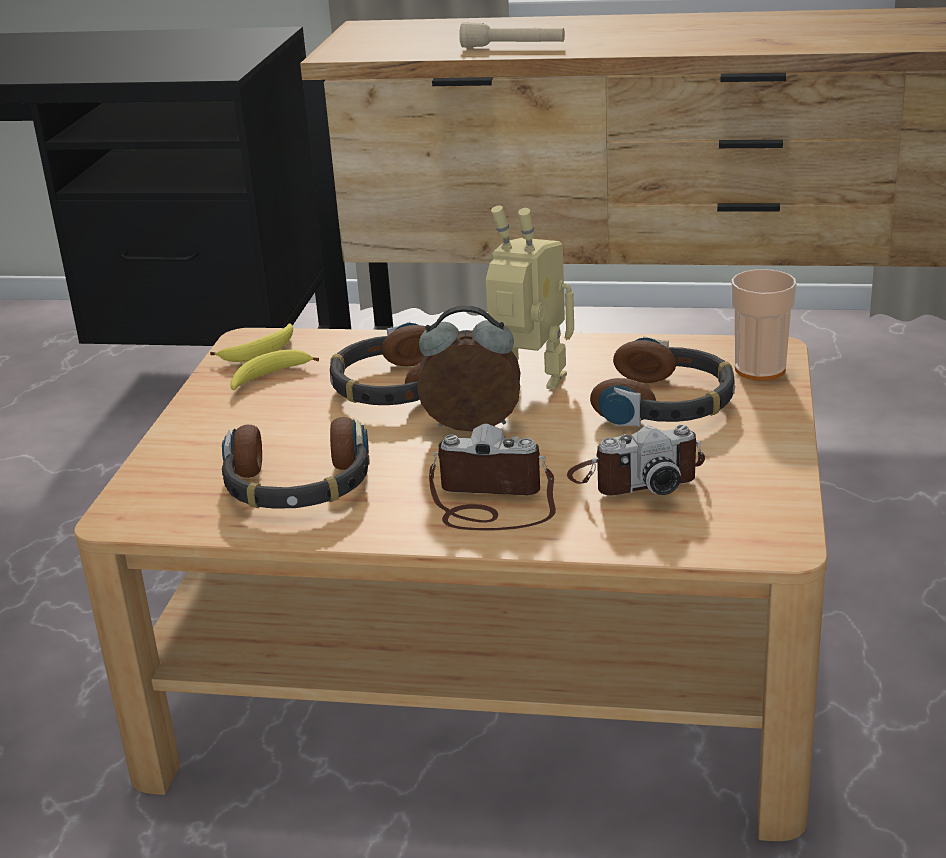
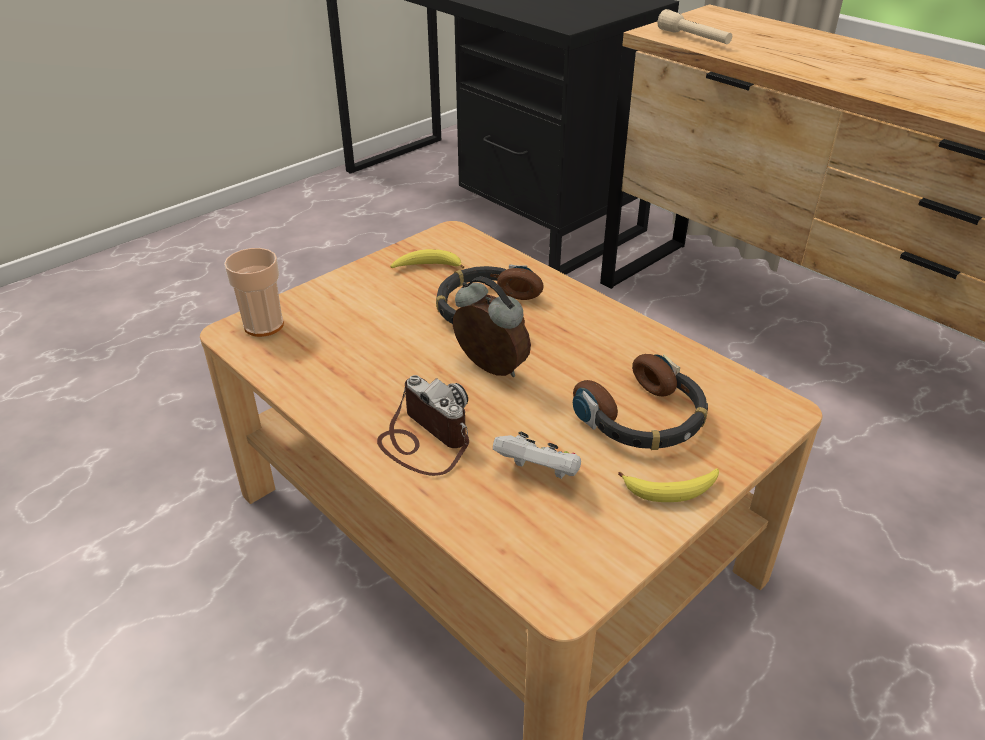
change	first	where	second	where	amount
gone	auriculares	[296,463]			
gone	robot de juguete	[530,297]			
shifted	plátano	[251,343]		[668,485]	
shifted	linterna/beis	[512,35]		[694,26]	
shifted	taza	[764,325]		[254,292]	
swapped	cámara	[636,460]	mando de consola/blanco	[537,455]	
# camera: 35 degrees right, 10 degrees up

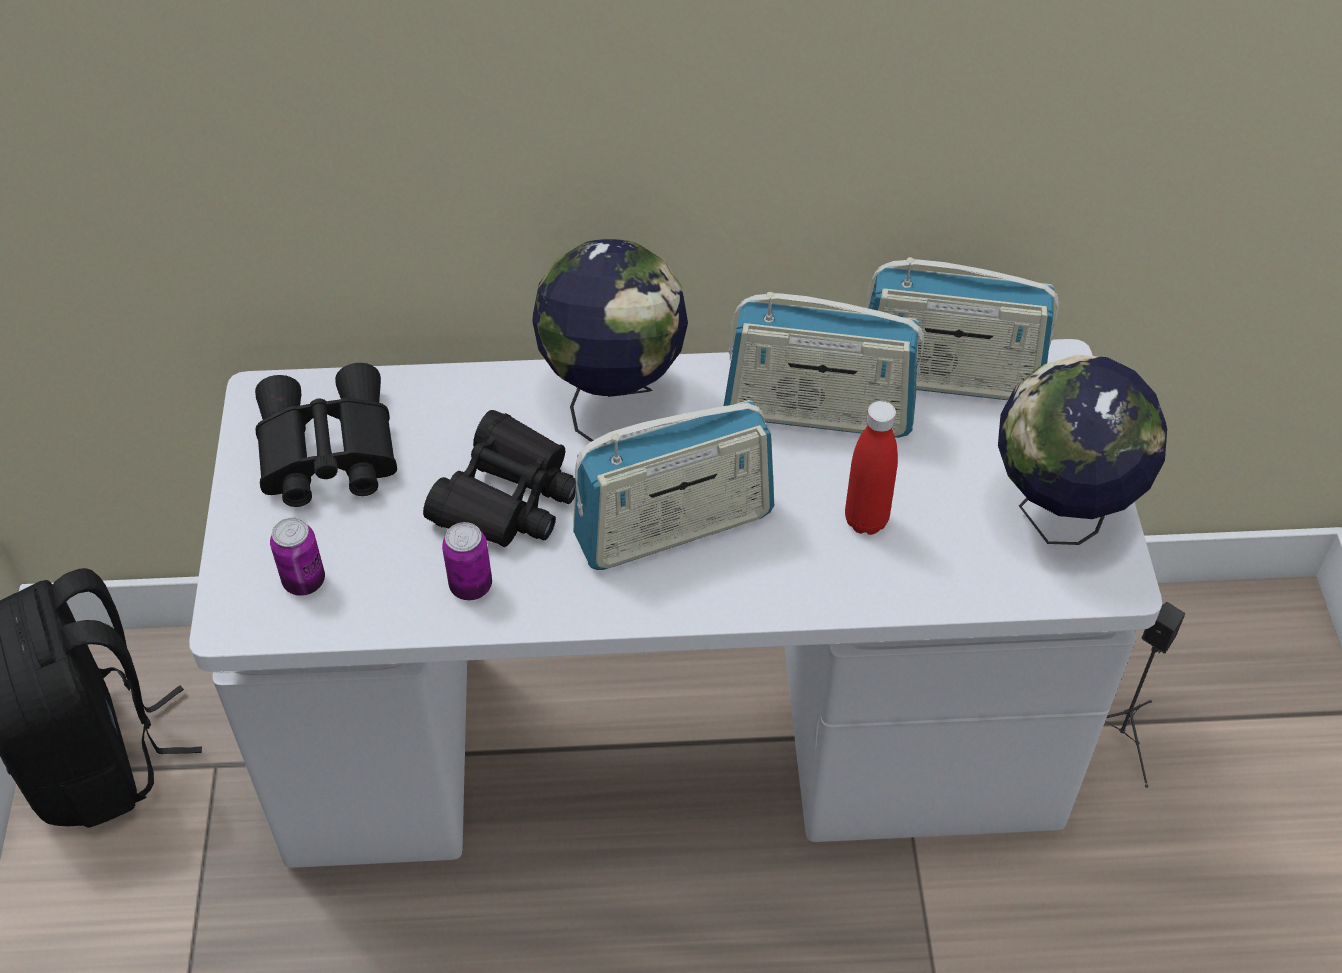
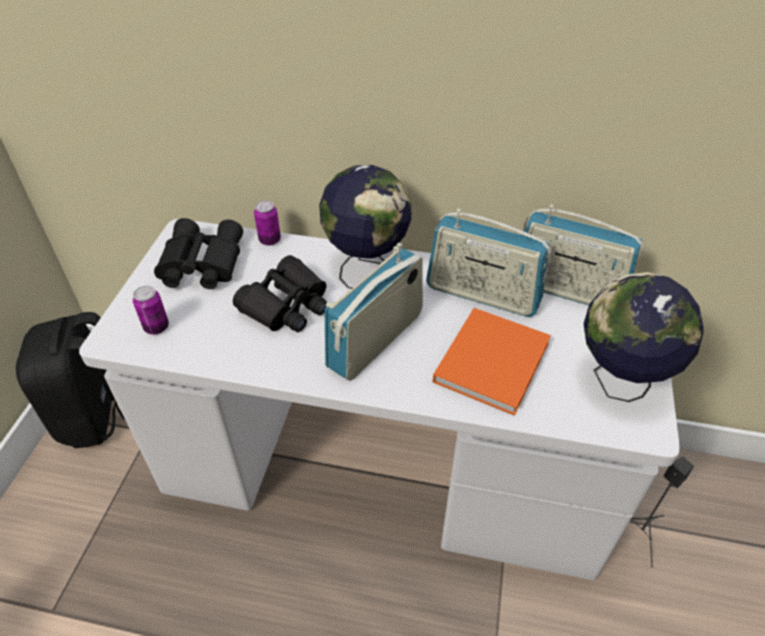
change	first	where	second	where	amount
shifted	lata	[467,561]		[267,223]	
swapped	botella/rojo	[871,468]	libro/naranja	[492,362]	
rotated	radio	[673,485]		[373,312]	135 degrees clockwise
# camera: 15 degrees right, 5 degrees down

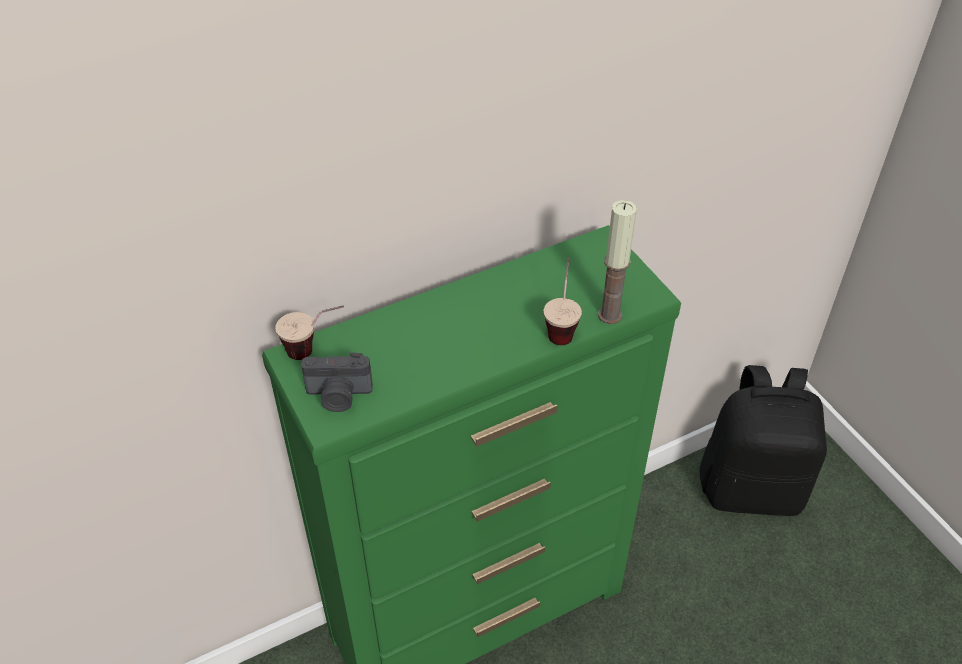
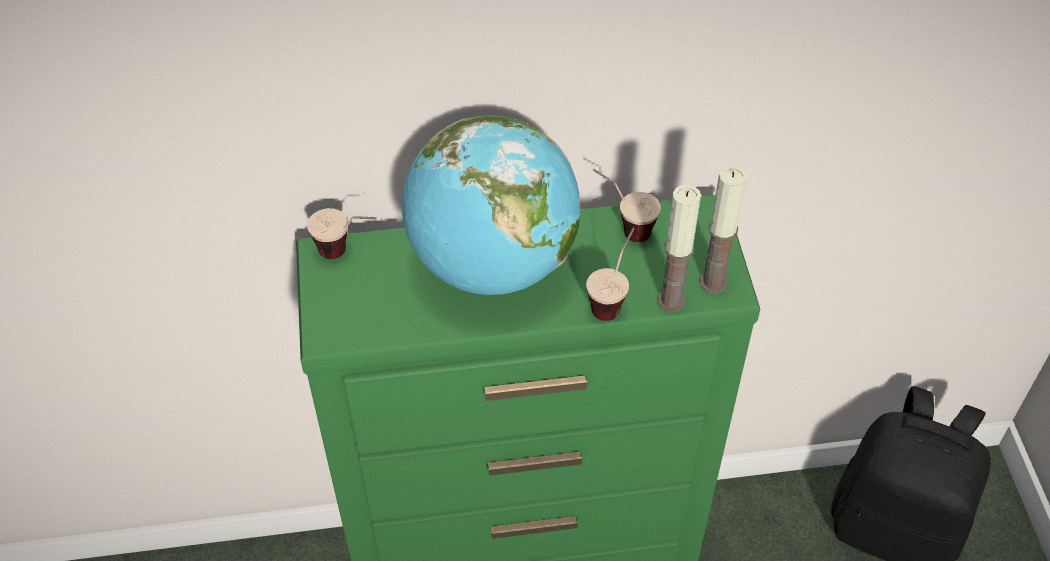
change	first	where	second	where	amount
gone	cámara	[337,382]			
new			globo terráqueo	[491,205]	
new			taza	[627,205]	
new			vela	[723,229]	
# camera: 20 degrees right, 5 degrees up

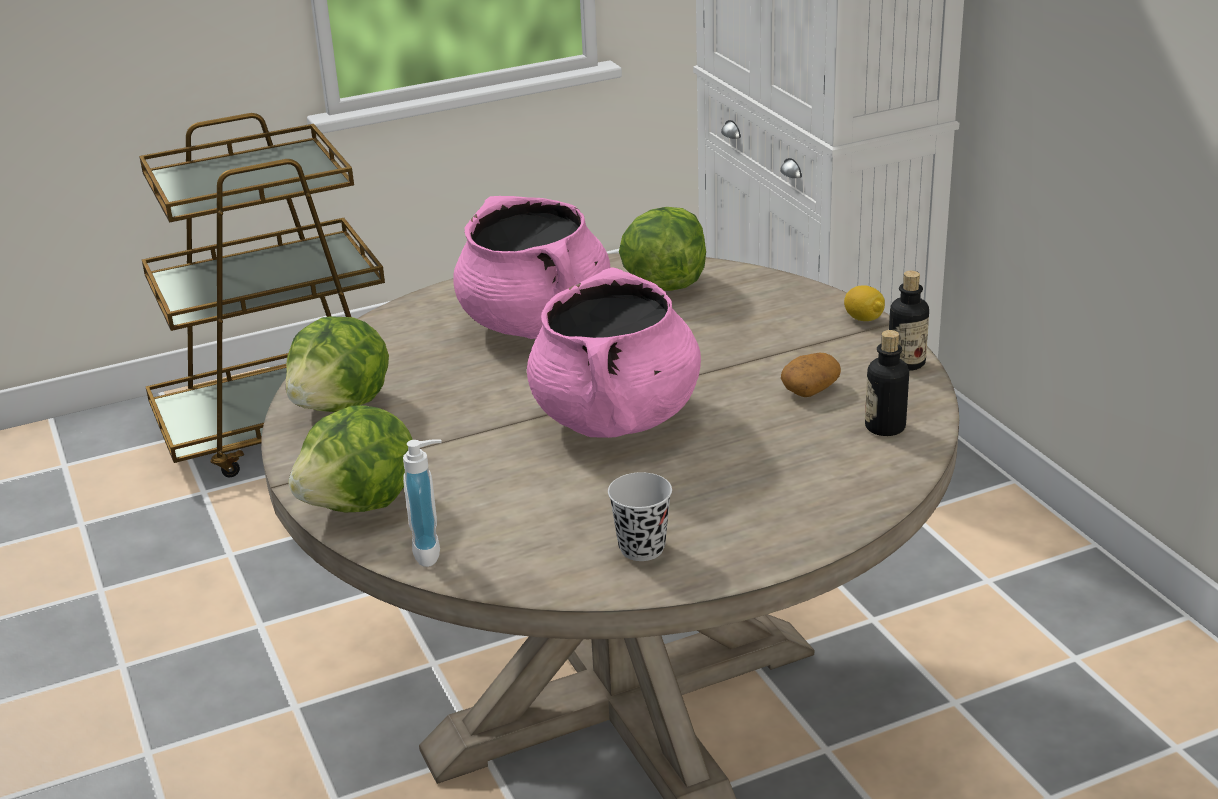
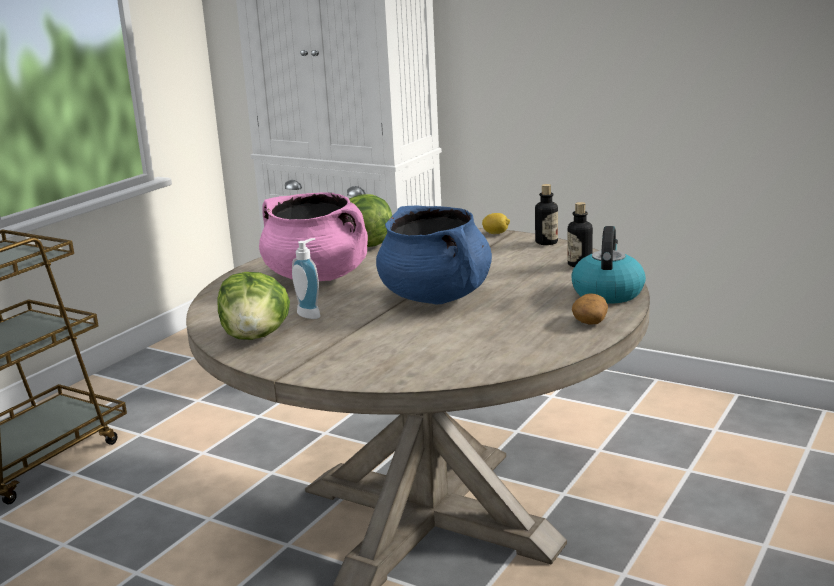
change	first	where	second	where	amount
gone	lechuga	[350,458]			
gone	taza/negro	[640,516]			
new			hervidor	[608,265]	
shifted	dispensador de jabón	[422,503]		[306,278]	
shifted	patata	[811,375]		[590,309]	
repainted	olla/rosa	[614,352]	olla/azul	[434,255]	
# camera: 35 degrees left, 10 degrees down

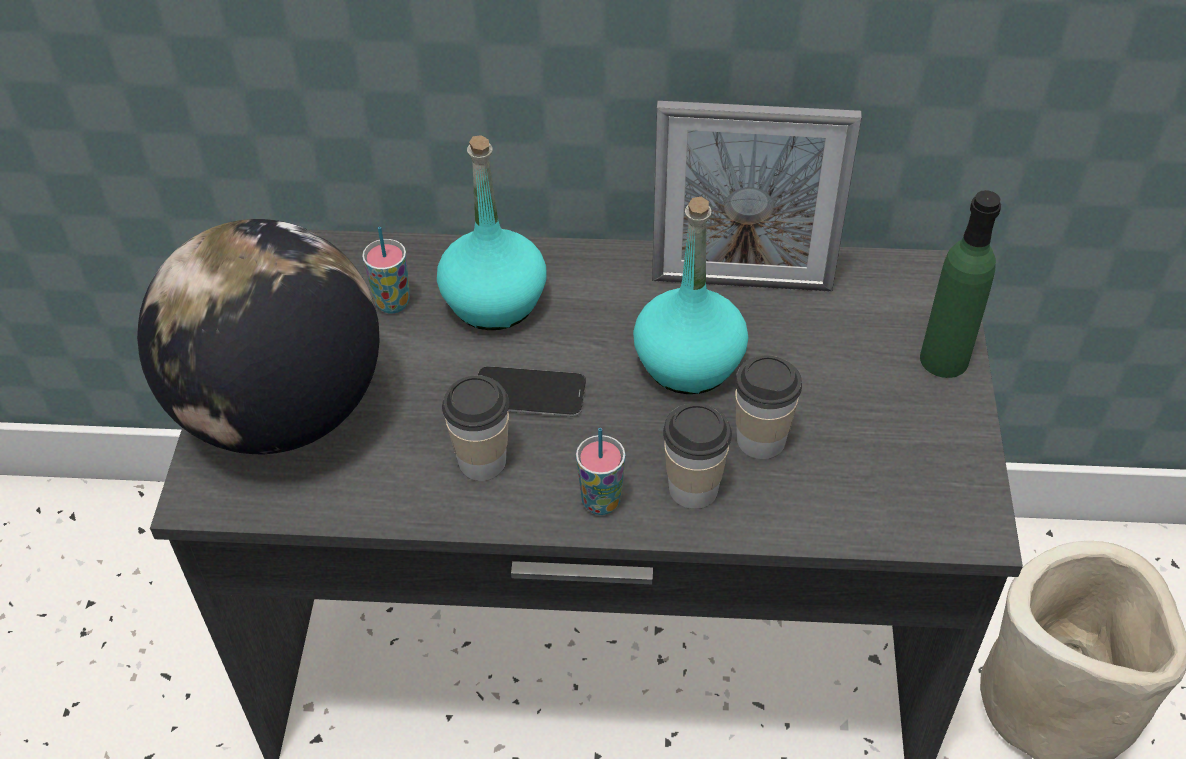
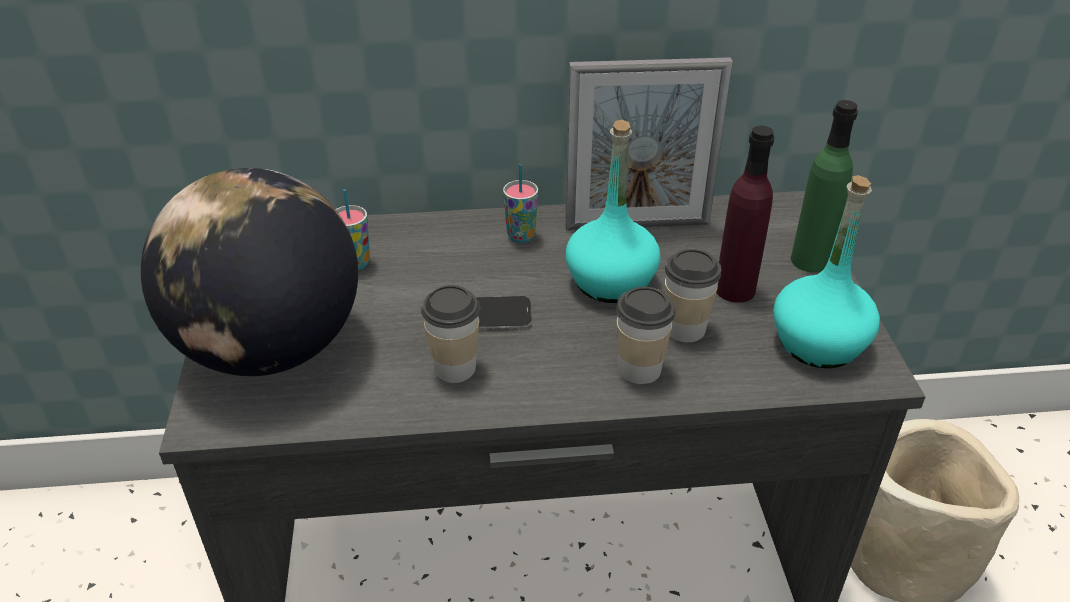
change	first	where	second	where	amount
new			botella/morado	[745,214]	
shifted	botella/turquesa	[492,232]		[826,271]	
shifted	taza	[600,471]		[520,203]	
# camera: 10 degrees left, 10 degrees down

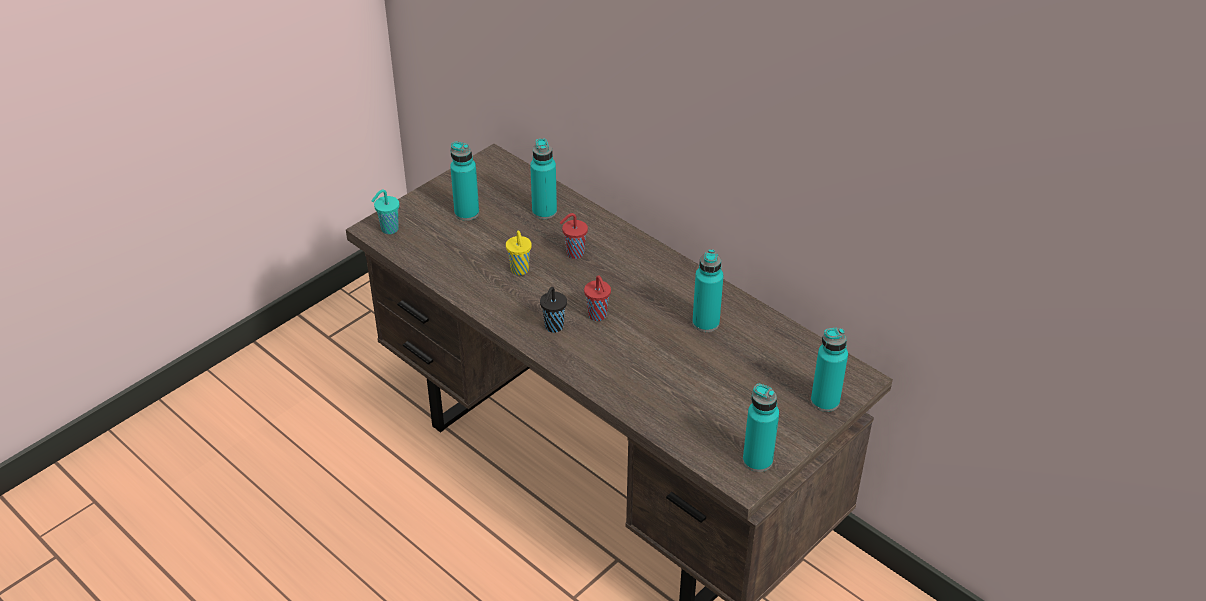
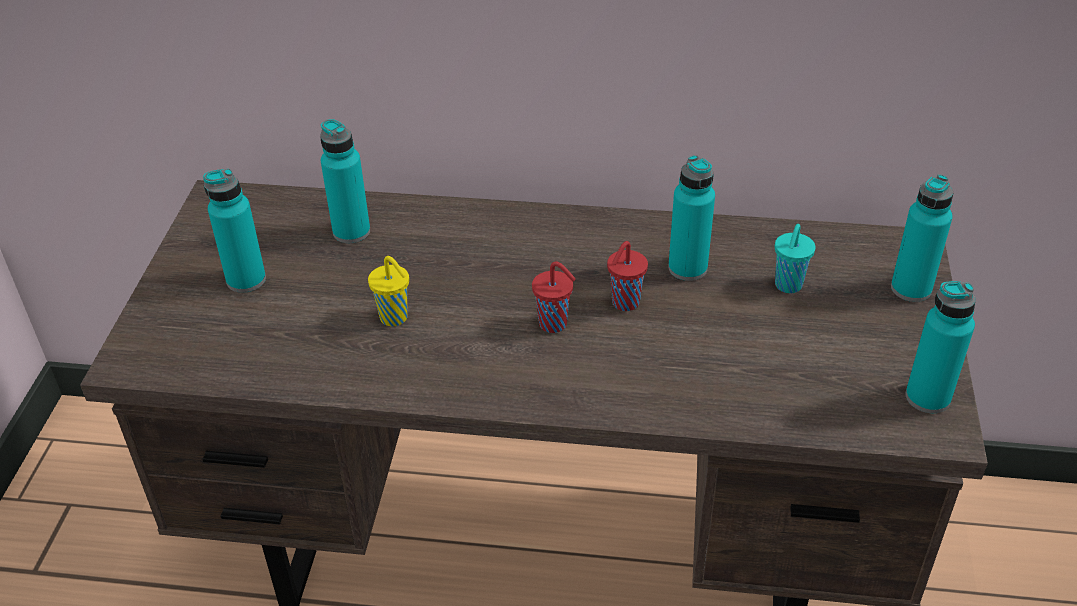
change	first	where	second	where	amount
gone	taza/negro	[553,310]			
shifted	taza/turquesa	[385,211]		[795,258]	
shifted	taza/rojo	[574,236]		[627,276]	
# camera: 35 degrees left, 0 degrees up

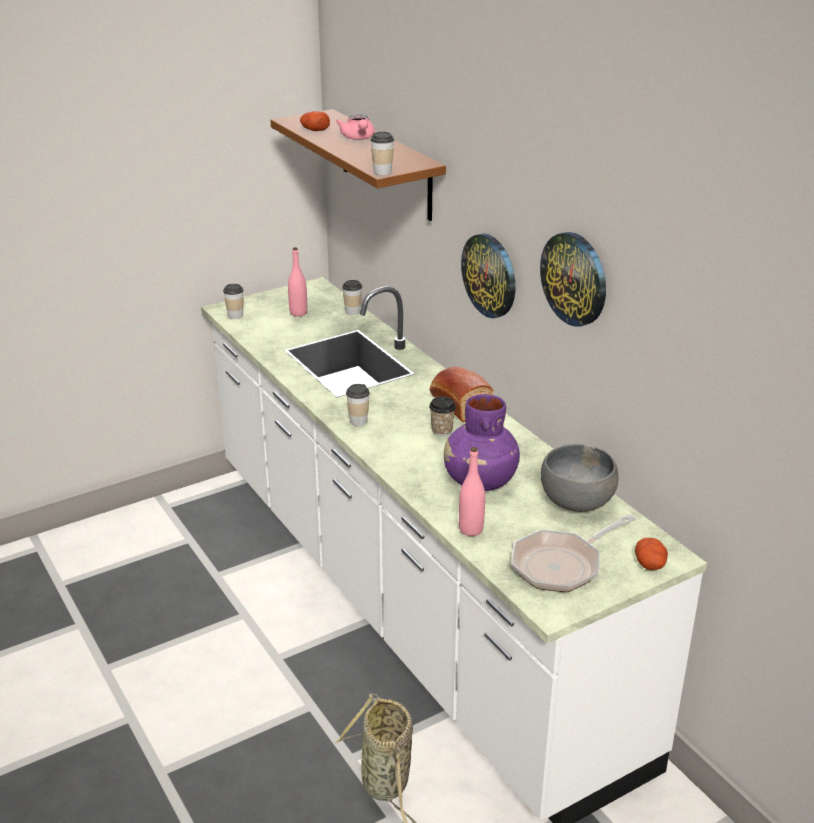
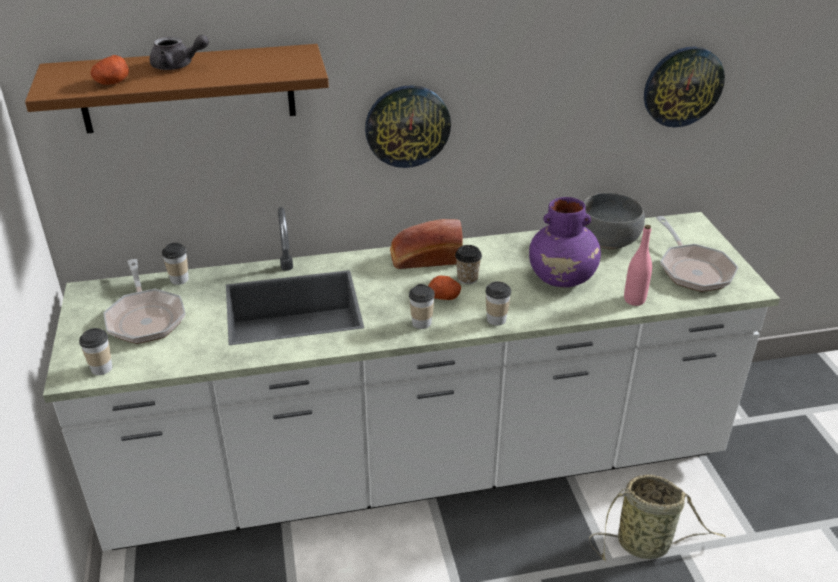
change	first	where	second	where	amount
shifted	taza	[382,153]		[498,303]	
shifted	reloj de pared	[573,279]		[684,86]	
shifted	patata	[651,554]		[444,288]	
swapped	botella/rosa	[297,282]	sartén	[144,301]	
repainted	tetera/rosa	[355,127]	tetera/gris	[179,52]	
# camera: 70 degrees left, 5 degrees up

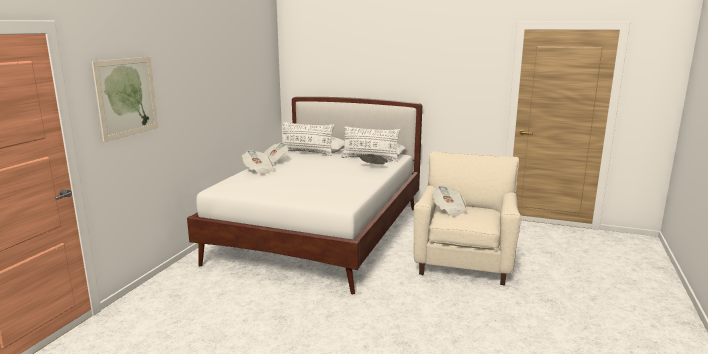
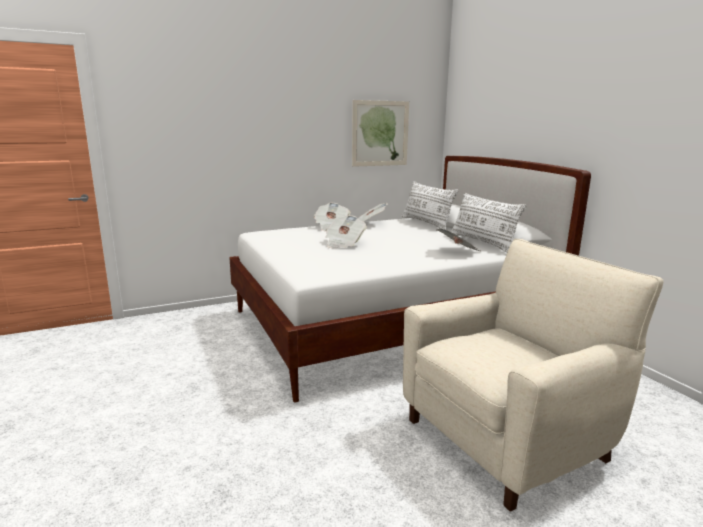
change	first	where	second	where	amount
shifted	cuadro	[125,99]		[380,133]	
shifted	periódico	[450,201]		[346,231]	
# camera: 45 degrees right, 0 degrees up

